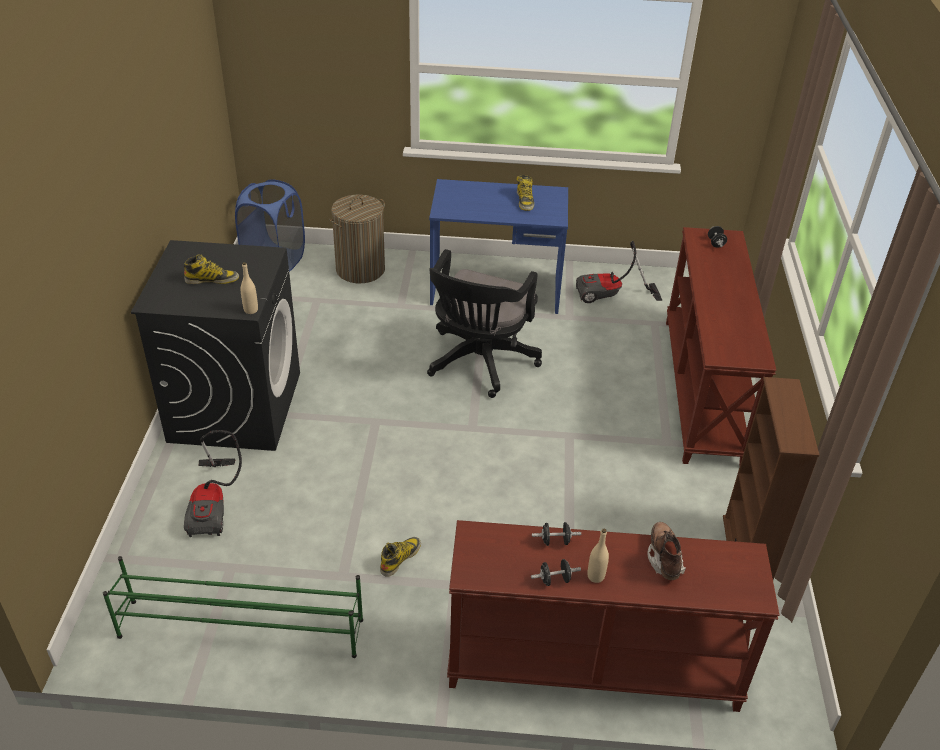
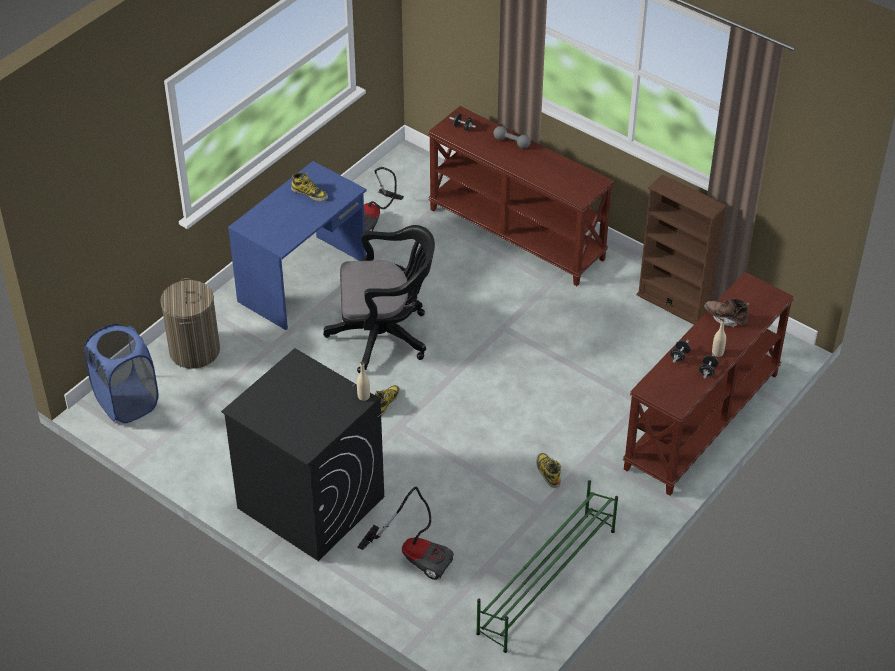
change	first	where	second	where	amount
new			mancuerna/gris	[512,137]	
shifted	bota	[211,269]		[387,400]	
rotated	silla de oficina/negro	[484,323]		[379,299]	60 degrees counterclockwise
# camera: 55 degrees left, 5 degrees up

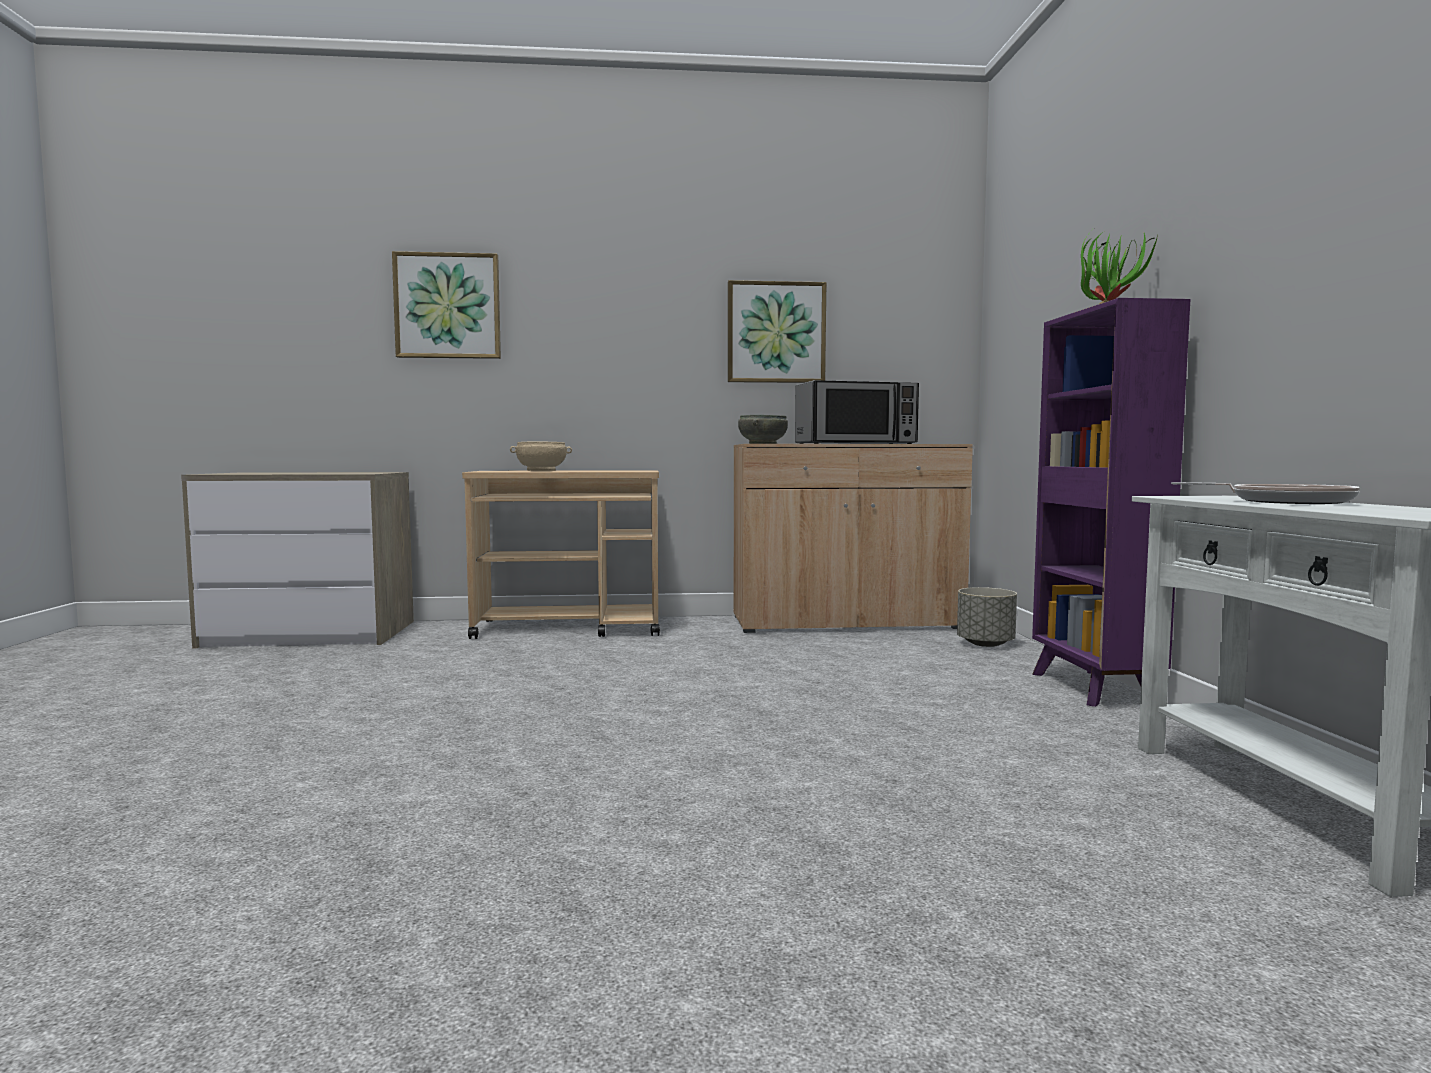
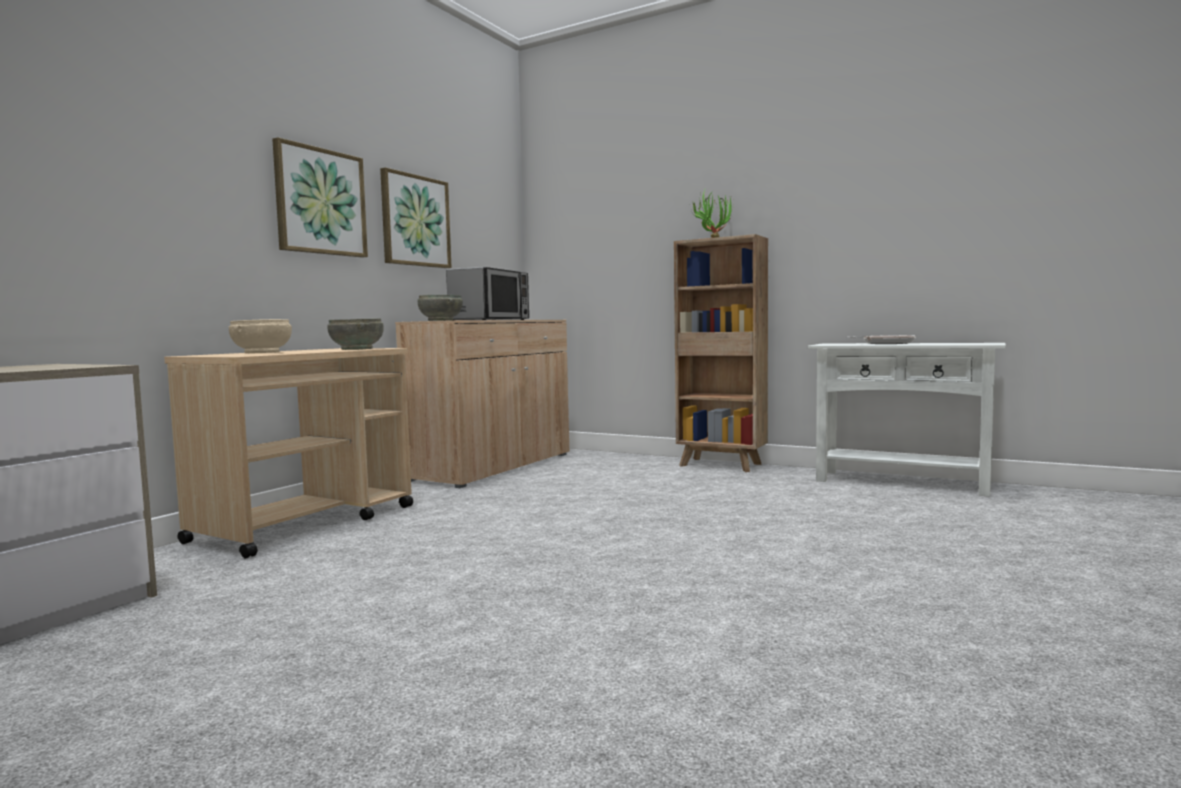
change	first	where	second	where	amount
gone	maceta/gris	[987,617]			
new			cuenco/gris	[355,334]	
shifted	cuadro	[446,305]		[320,197]	
repainted	estantería/morado	[1111,502]	estantería/marrón	[721,353]	
# camera: 55 degrees left, 0 degrees up

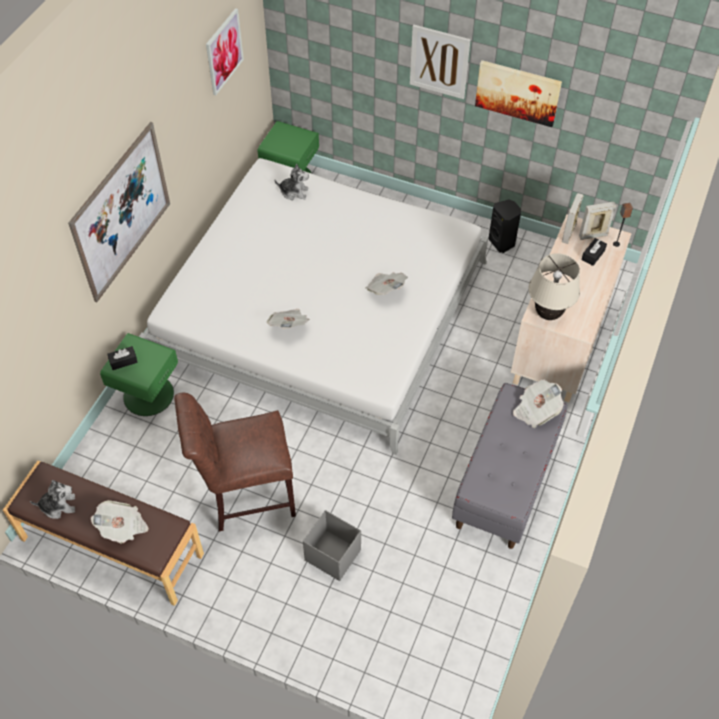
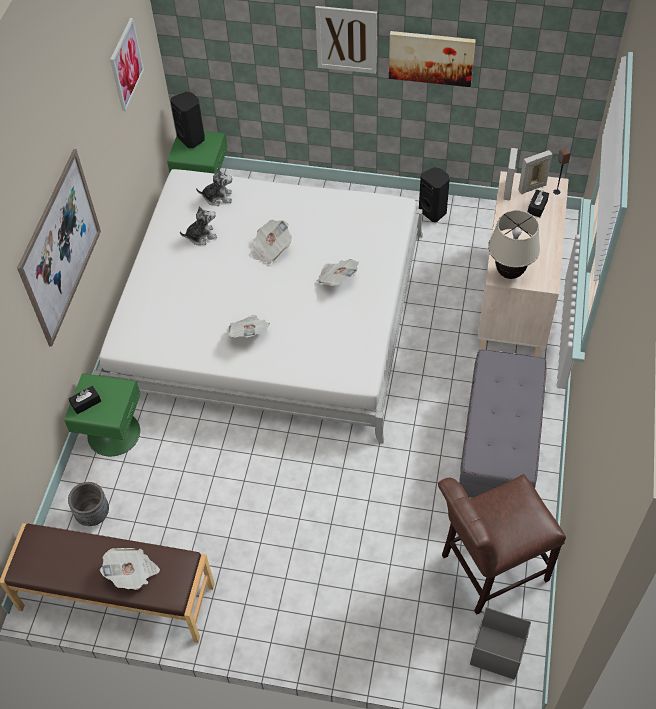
change	first	where	second	where	amount
new			maceta/gris	[88,504]	
new			altavoz/negro	[187,120]	
shifted	peluche	[52,499]		[198,225]	
shifted	silla/marrón	[235,462]		[502,544]	
shifted	caja de almacenaje/gris	[332,545]		[500,643]	
shifted	periódico	[538,404]		[270,242]	
# camera: 10 degrees left, 0 degrees up

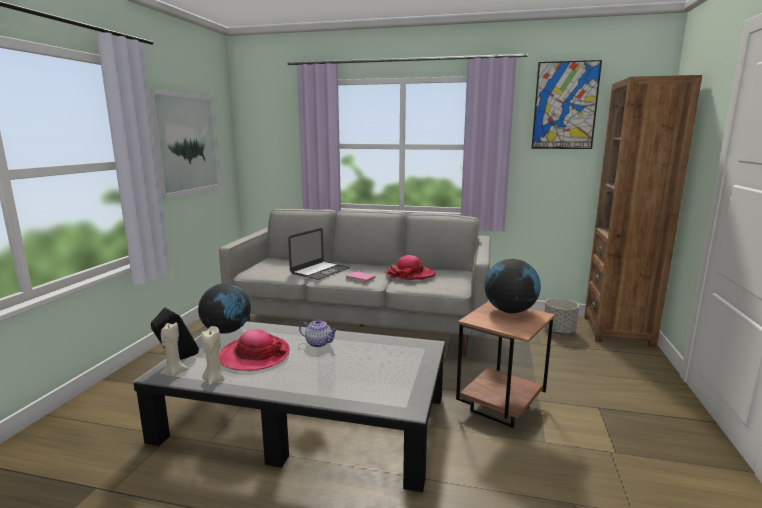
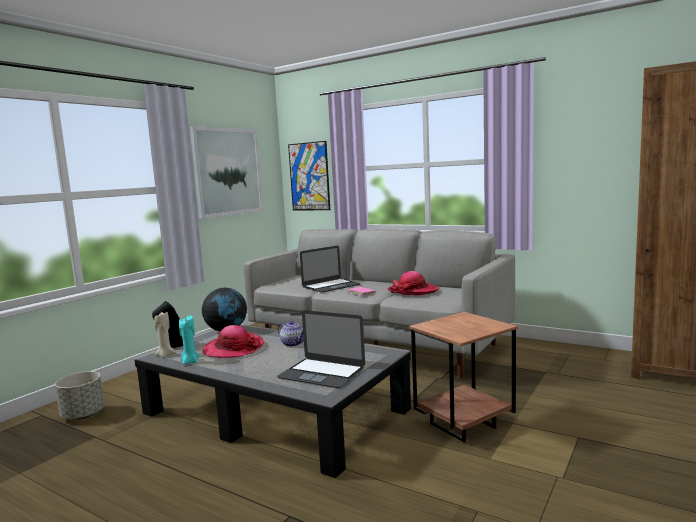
change	first	where	second	where	amount
gone	globo terráqueo	[512,286]			
new			portátil	[321,349]	
shifted	cuadro	[566,104]		[309,176]	
shifted	maceta/gris	[561,316]		[80,395]	
repainted	vela/beis	[213,355]	vela/turquesa	[189,340]	
# camera: 20 degrees right, 5 degrees down

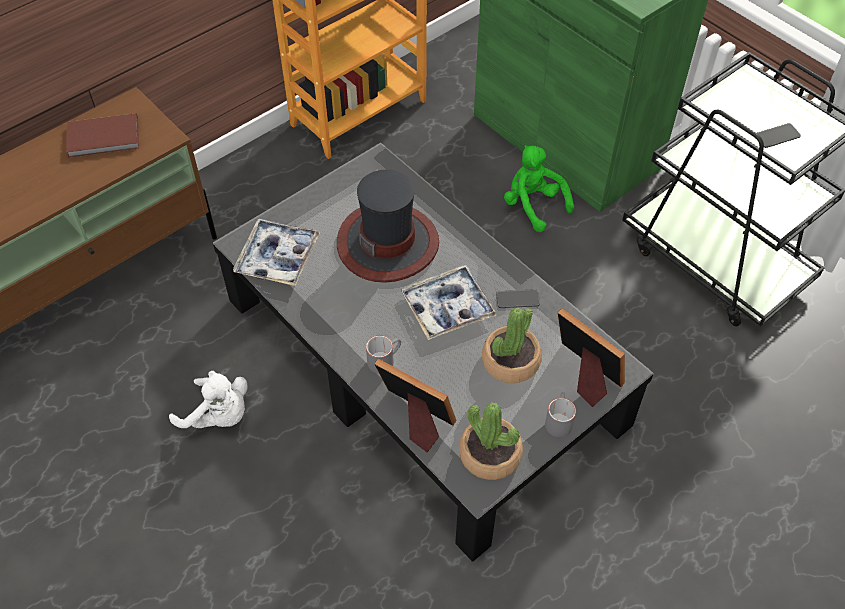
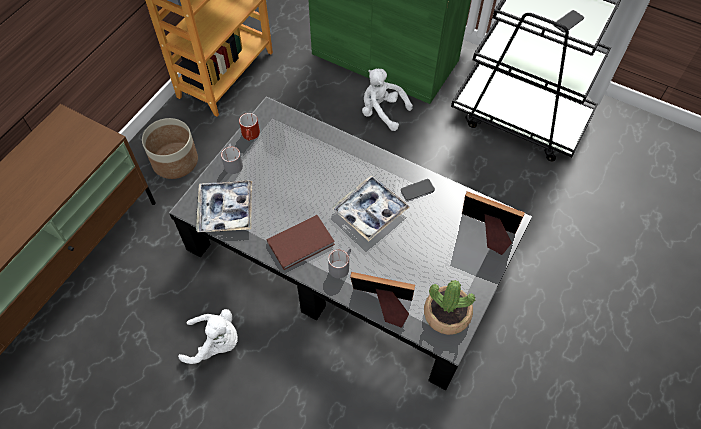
change	first	where	second	where	amount
gone	sombrero	[388,226]			
gone	planta en maceta	[512,345]			
new			maceta	[170,148]	
new			taza grande/rojo	[249,127]	
shifted	libro/marrón	[102,135]		[301,242]	
shifted	taza grande/gris	[560,414]		[232,159]	
repainted	peluche/verde	[539,188]	peluche/blanco	[387,100]	
# camera: 20 degrees left, 5 degrees up

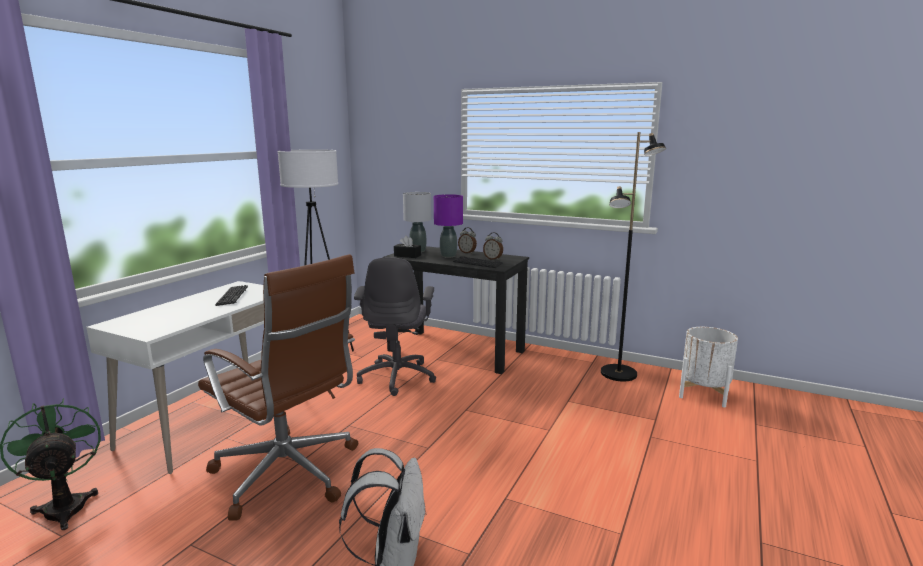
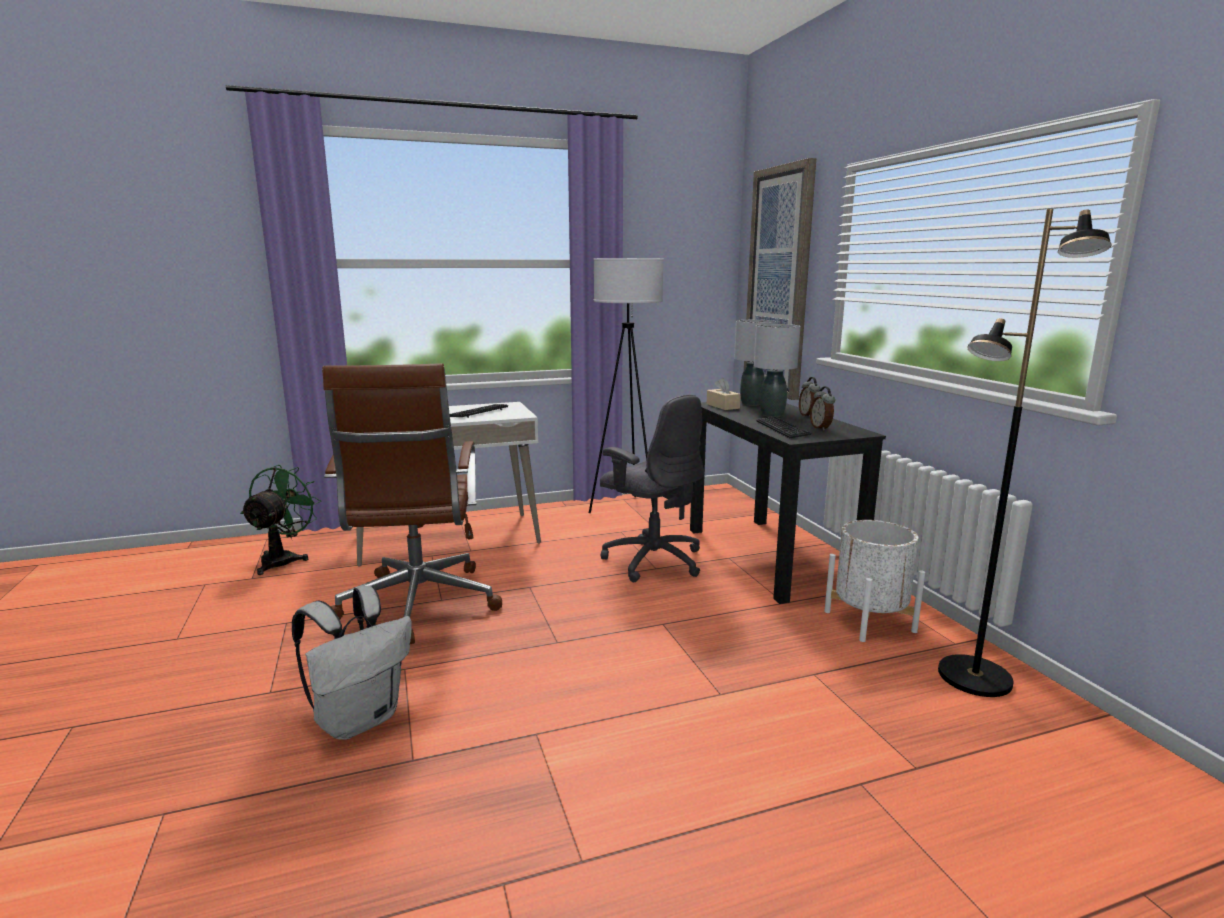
change	first	where	second	where	amount
new			cuadro	[780,279]	
shifted	maceta/blanco	[708,367]		[874,581]	
repainted	caja de pañuelos/negro	[407,247]	caja de pañuelos/beis	[724,394]	
repainted	lámpara de mesa/morado	[448,225]	lámpara de mesa/gris	[777,370]	
rotated	silla de oficina/gris	[395,326]		[652,488]	90 degrees counterclockwise
# camera: 45 degrees right, 0 degrees up

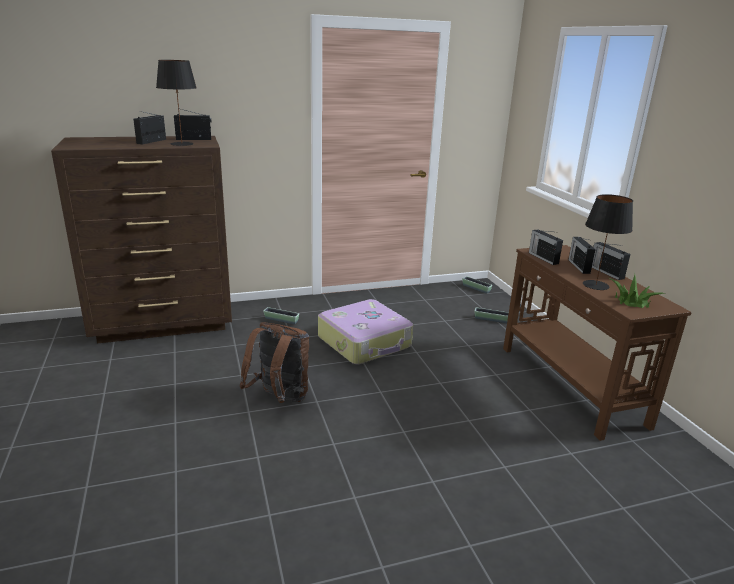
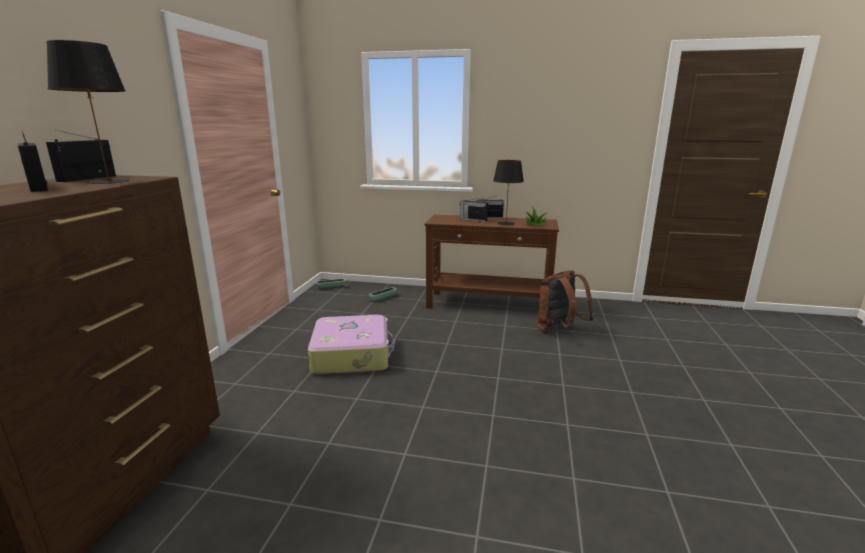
change	first	where	second	where	amount
gone	maceta	[281,315]			
gone	radio	[546,247]			
shifted	mochila/marrón	[274,362]		[565,302]	
# camera: 60 degrees left, 5 degrees down

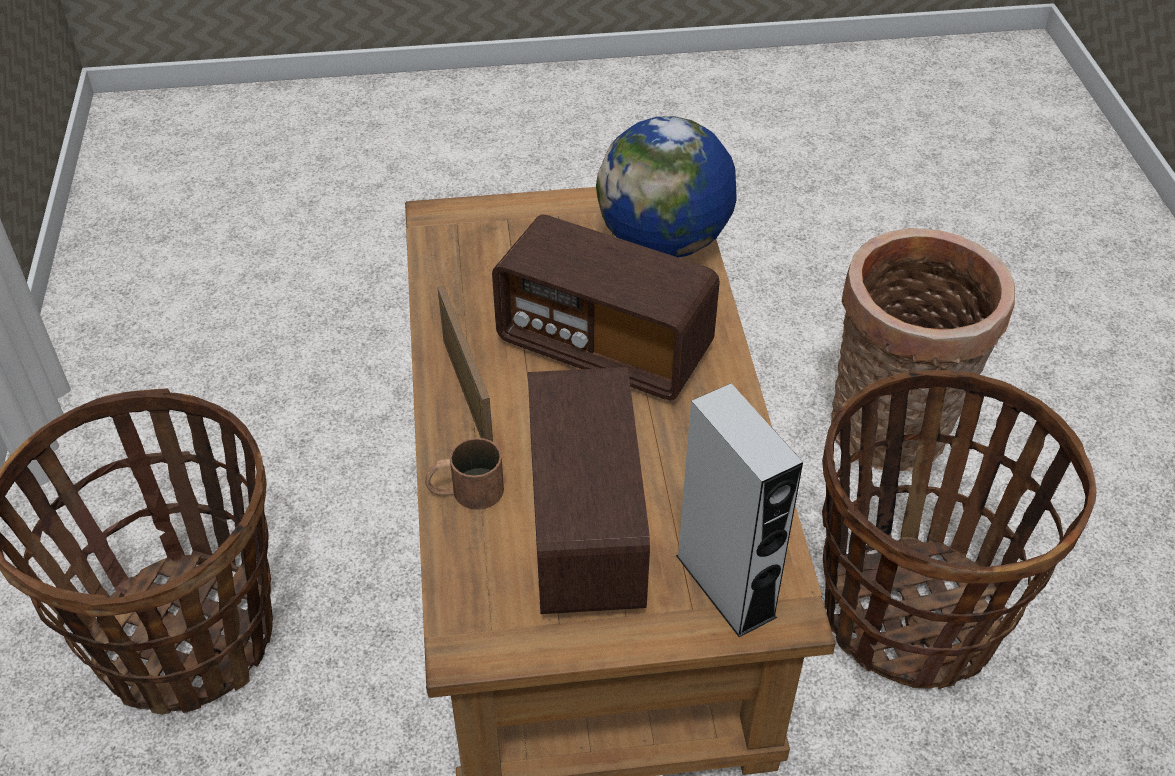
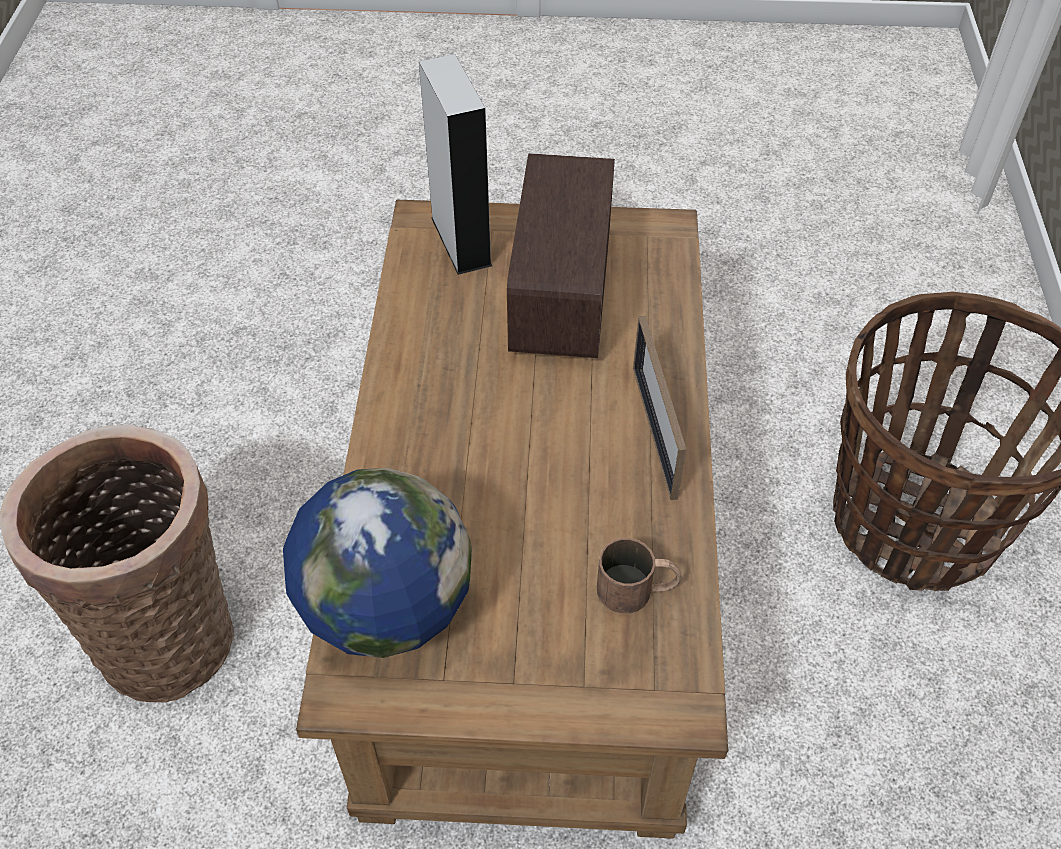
change	first	where	second	where	amount
gone	radio	[606,307]			
gone	cesta	[959,529]			
shifted	taza grande/marrón	[464,474]		[639,576]	
# camera: 170 degrees left, 5 degrees up

